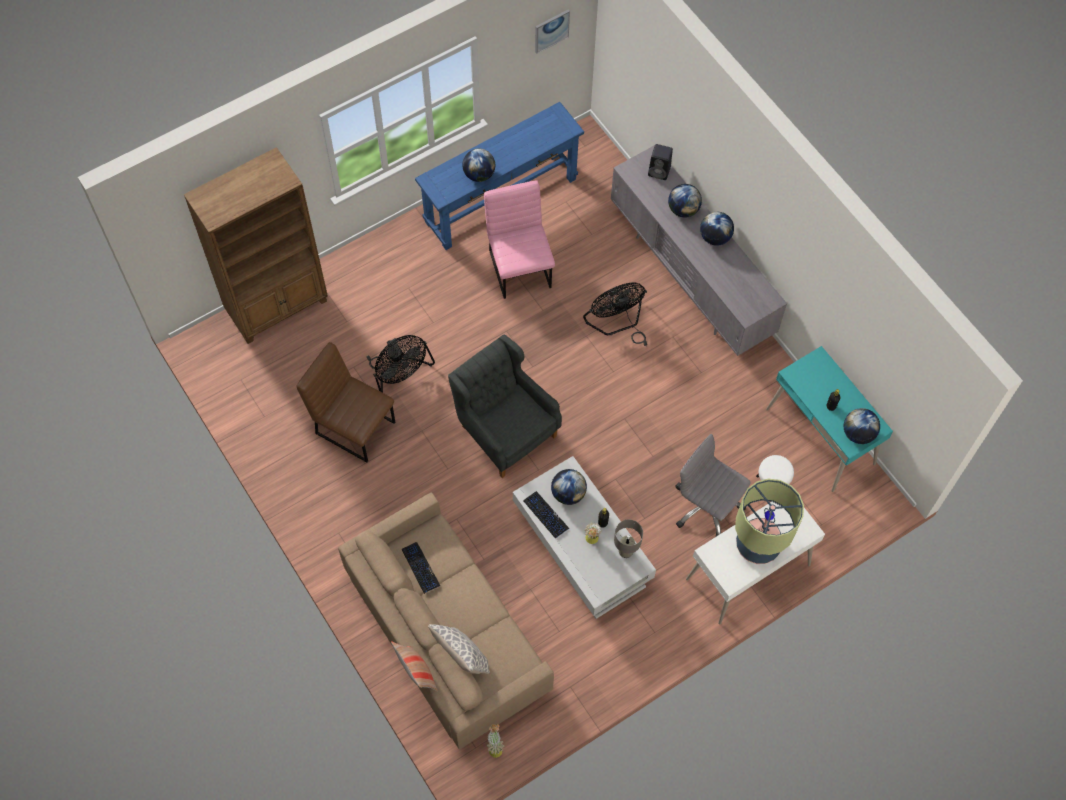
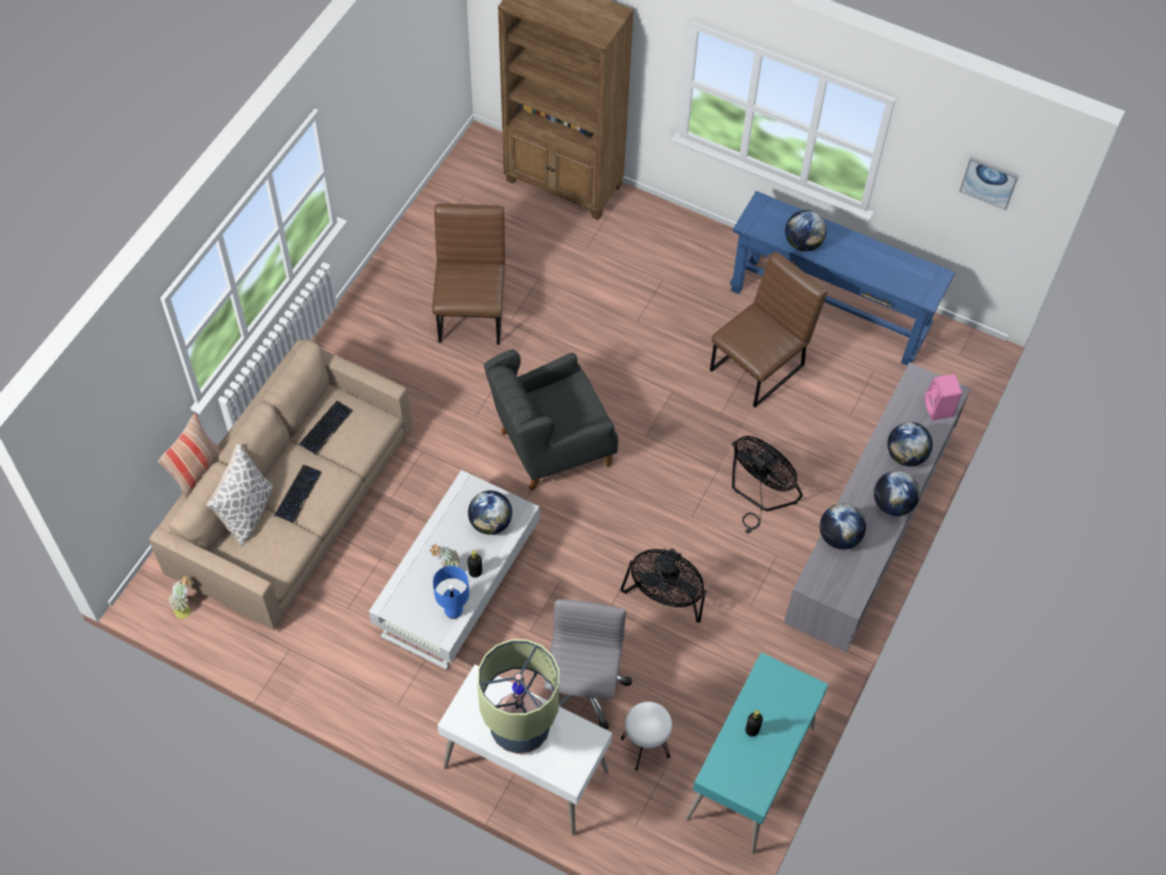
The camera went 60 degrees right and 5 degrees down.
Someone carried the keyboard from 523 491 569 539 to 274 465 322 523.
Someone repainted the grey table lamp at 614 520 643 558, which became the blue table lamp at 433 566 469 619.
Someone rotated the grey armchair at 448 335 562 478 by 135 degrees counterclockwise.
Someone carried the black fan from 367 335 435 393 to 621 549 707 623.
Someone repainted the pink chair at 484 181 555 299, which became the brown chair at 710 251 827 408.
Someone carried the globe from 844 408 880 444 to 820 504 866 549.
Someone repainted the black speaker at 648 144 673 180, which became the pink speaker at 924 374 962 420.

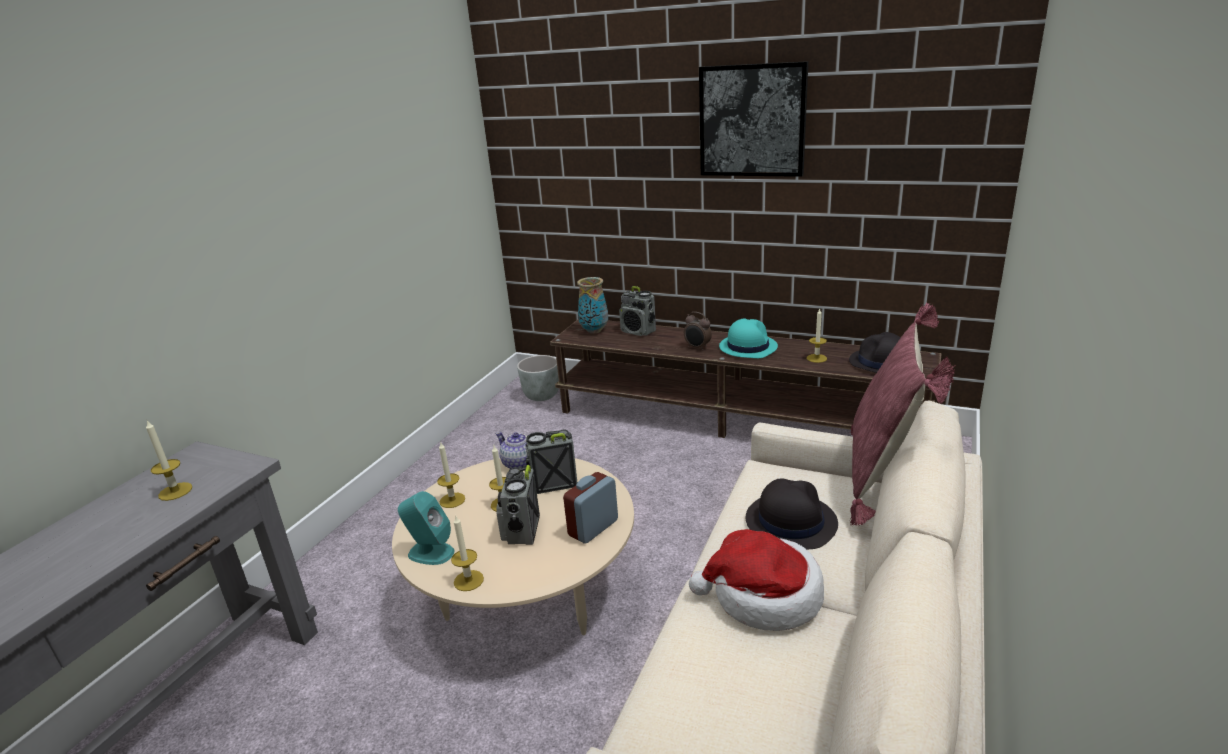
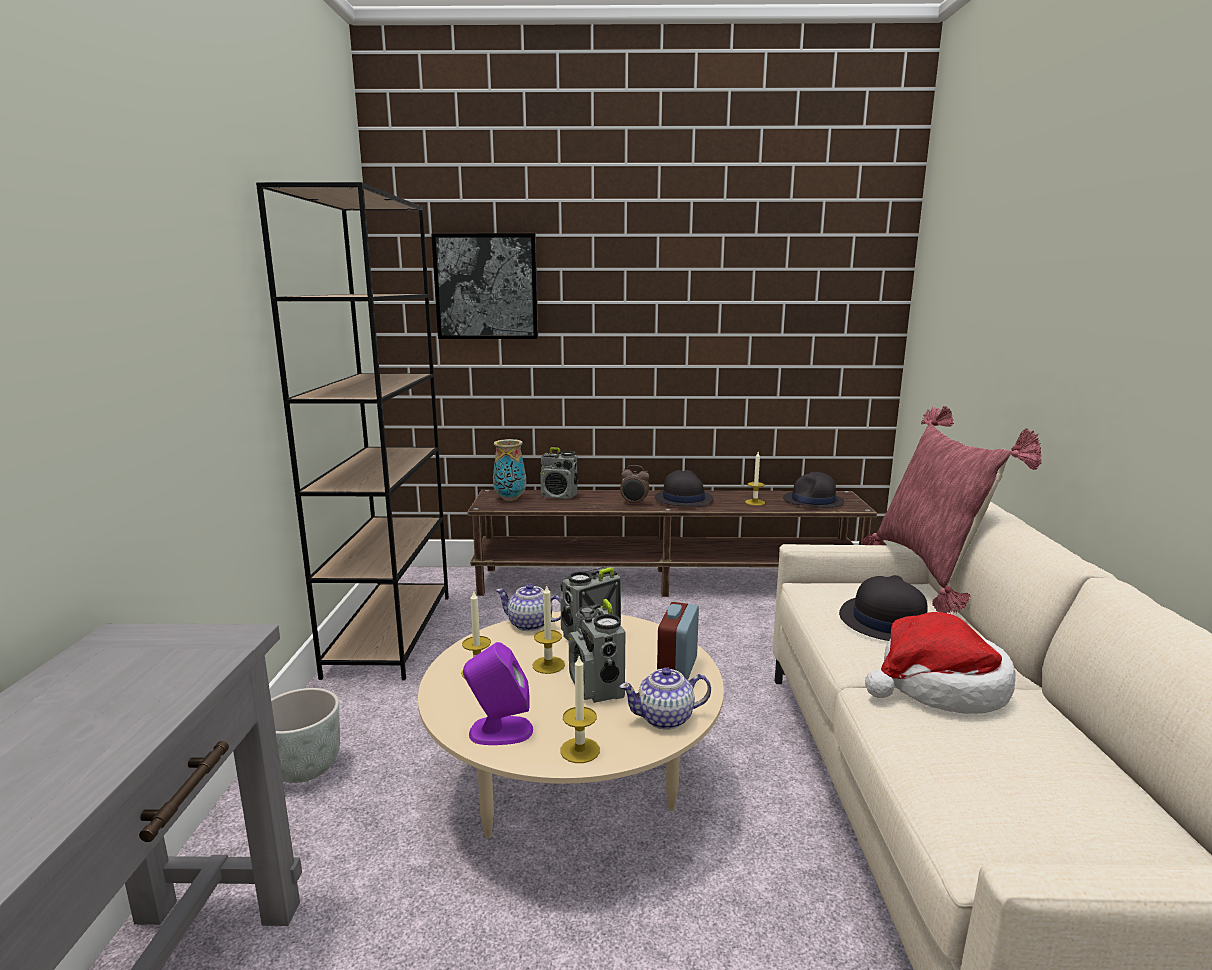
The camera went 25 degrees left and 10 degrees down.
Someone put down the beige bookcase at 256 182 449 680.
Someone carried the grey planter from 517 355 559 401 to 271 688 340 783.
Someone carried the picture from 699 61 808 177 to 431 233 538 339.
Someone repainted the turquoise speaker at 398 491 454 565, which became the purple speaker at 463 642 533 745.
Someone put down the teapot at 619 667 711 730.
Someone repainted the turquoise hat at 719 318 778 359, which became the black hat at 655 470 714 507.
Someone took away the candle at 146 421 192 501.

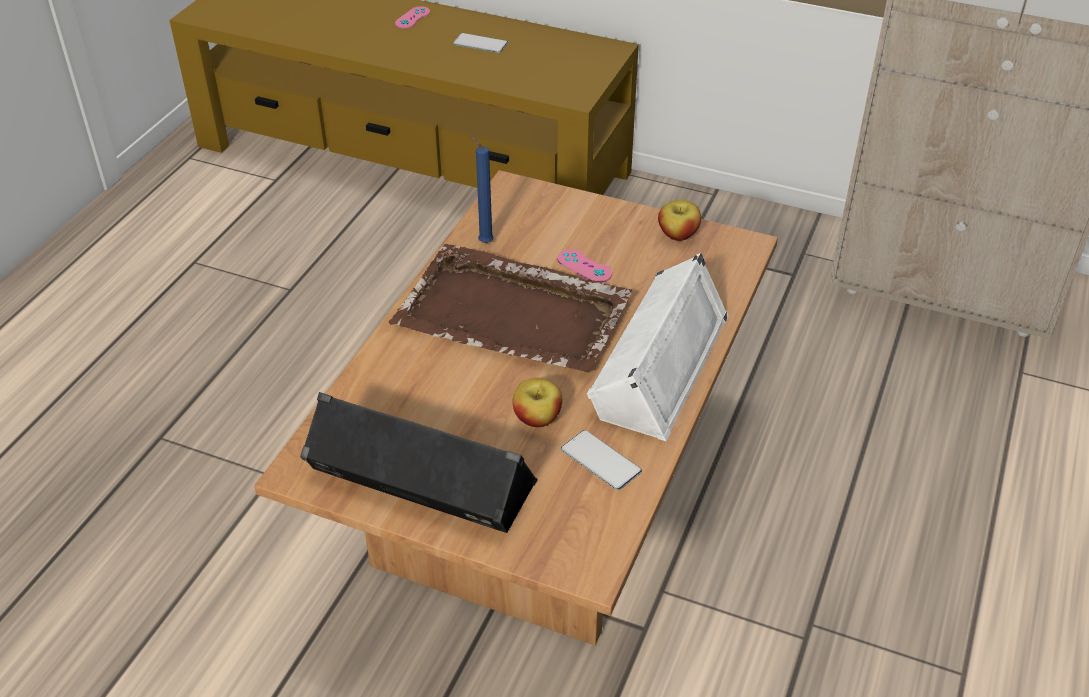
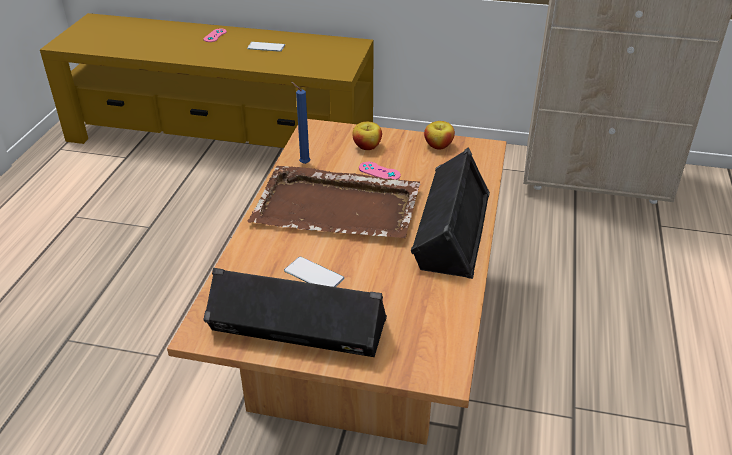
The camera went 10 degrees left and 5 degrees down.
Someone carried the phone from 561 430 642 490 to 284 257 344 287.
Someone carried the apple from 513 378 562 427 to 352 122 382 150.
Someone repainted the white speaker at 587 253 729 441, which became the black speaker at 411 147 490 279.

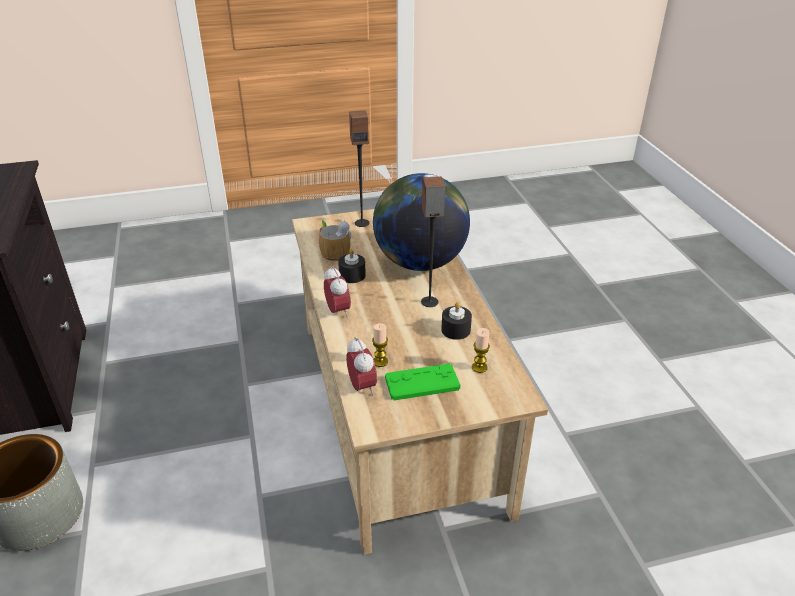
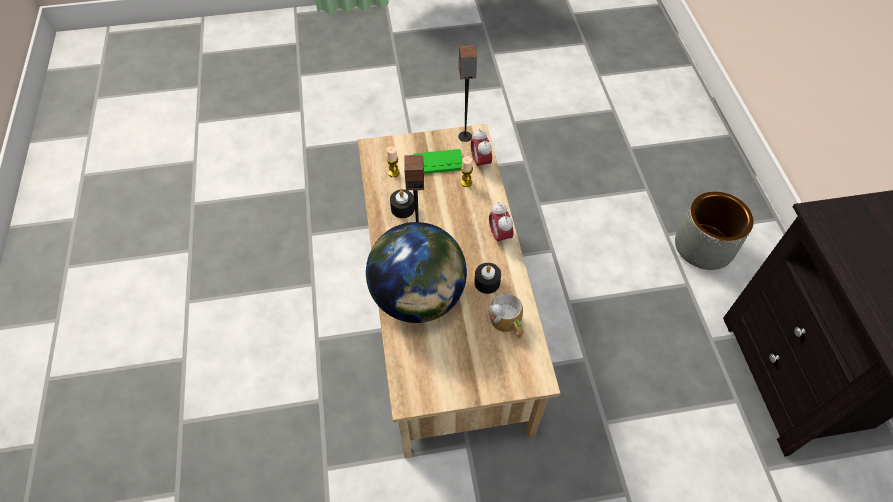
The camera went 175 degrees left and 20 degrees up.
Someone carried the speaker from 349 110 369 227 to 458 45 477 142.

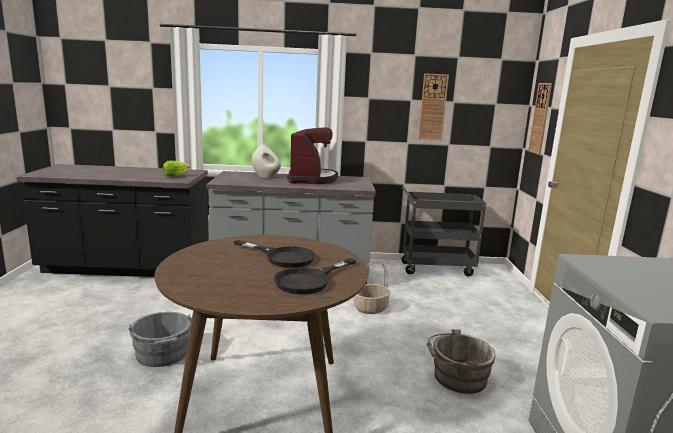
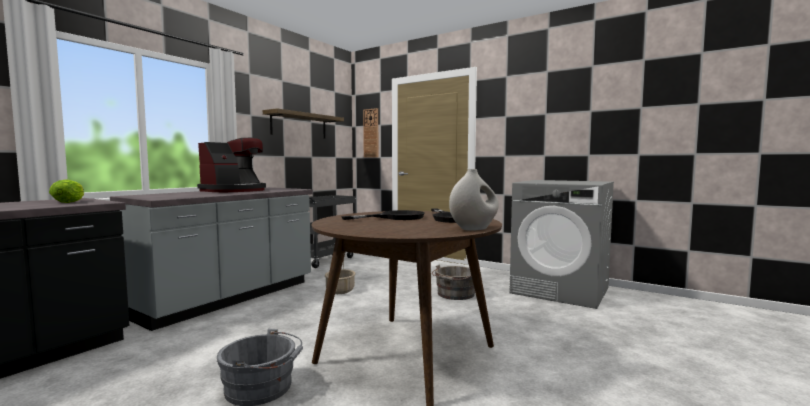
The camera went 55 degrees left and 10 degrees down.
Someone rotated the coffee machine at 287 127 338 184 by 90 degrees clockwise.
Someone swapped the wall clock at 418 73 449 140 for the shelf at 263 108 344 139.
Someone carried the white vase from 252 143 281 178 to 449 169 499 231.

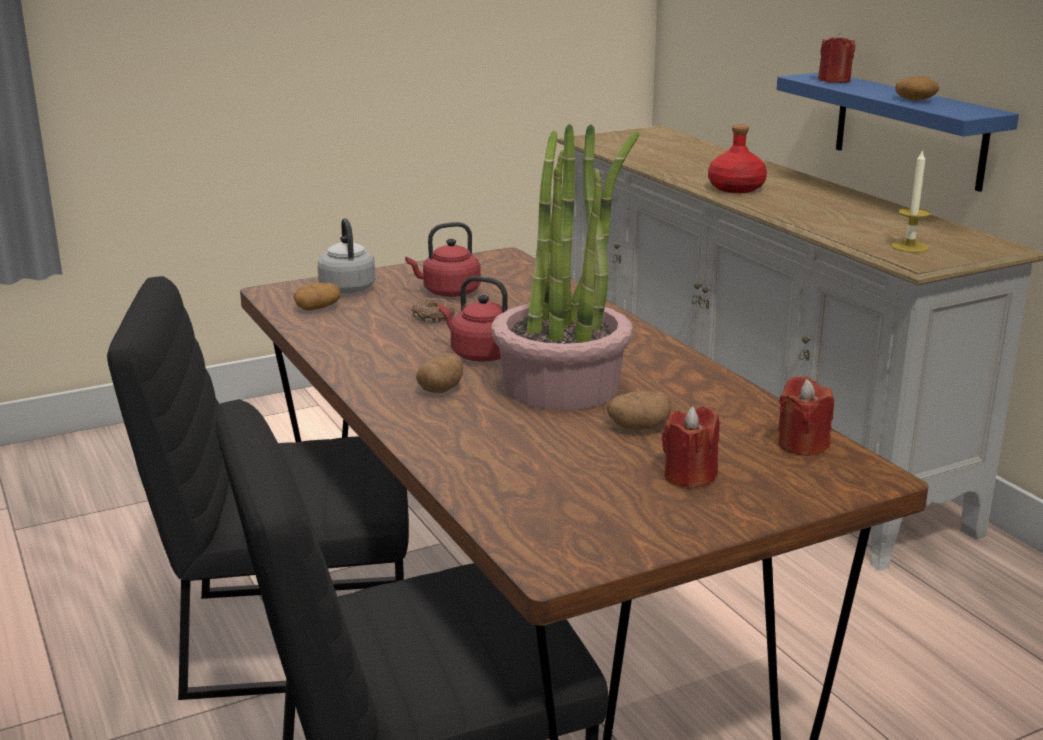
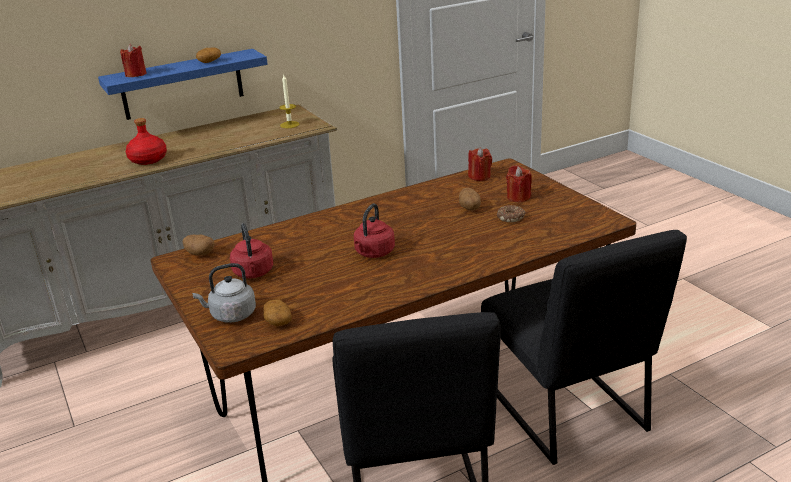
The camera went 90 degrees left and 5 degrees up.
Someone carried the potato from 416 353 463 393 to 183 235 215 255.
Someone carried the donut from 411 298 455 323 to 497 205 526 222.
Someone took away the potted plant at 491 124 639 410.

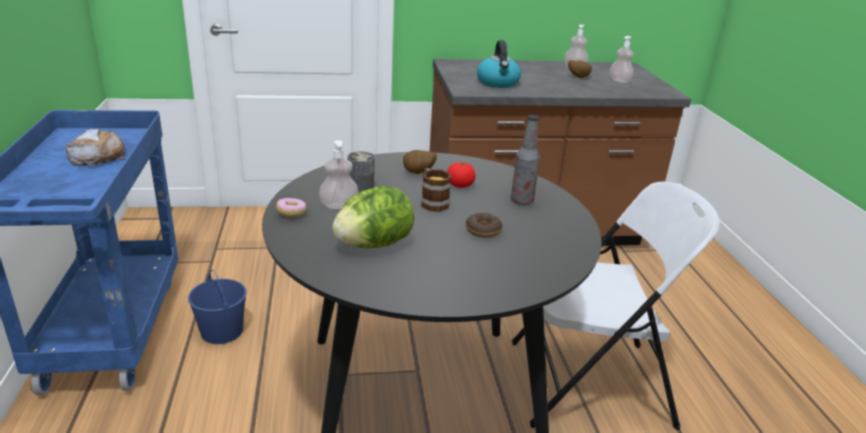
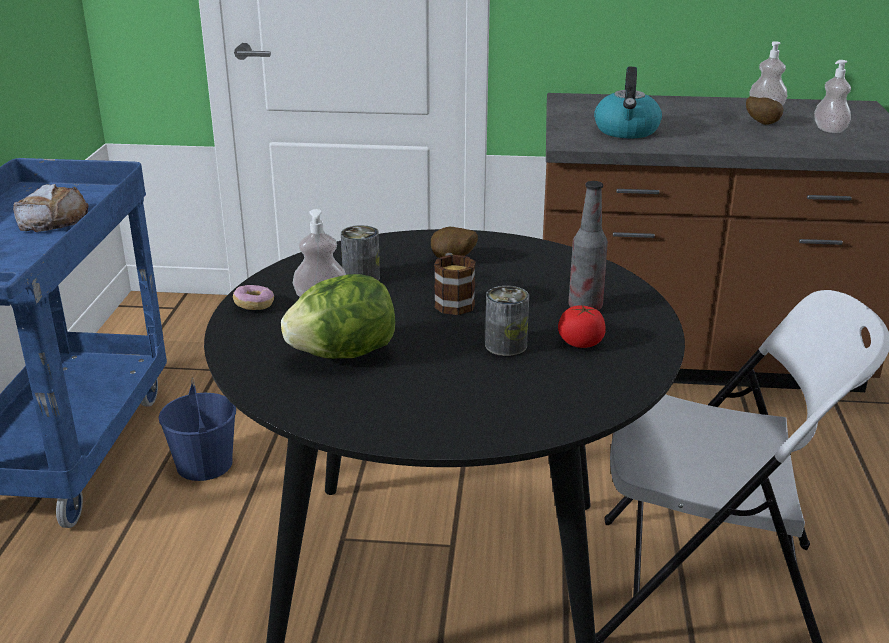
The camera went 15 degrees right and 0 degrees up.
Someone swapped the donut at 466 213 502 238 for the can at 485 286 529 356.
Someone carried the tomato from 447 162 475 188 to 558 305 605 348.

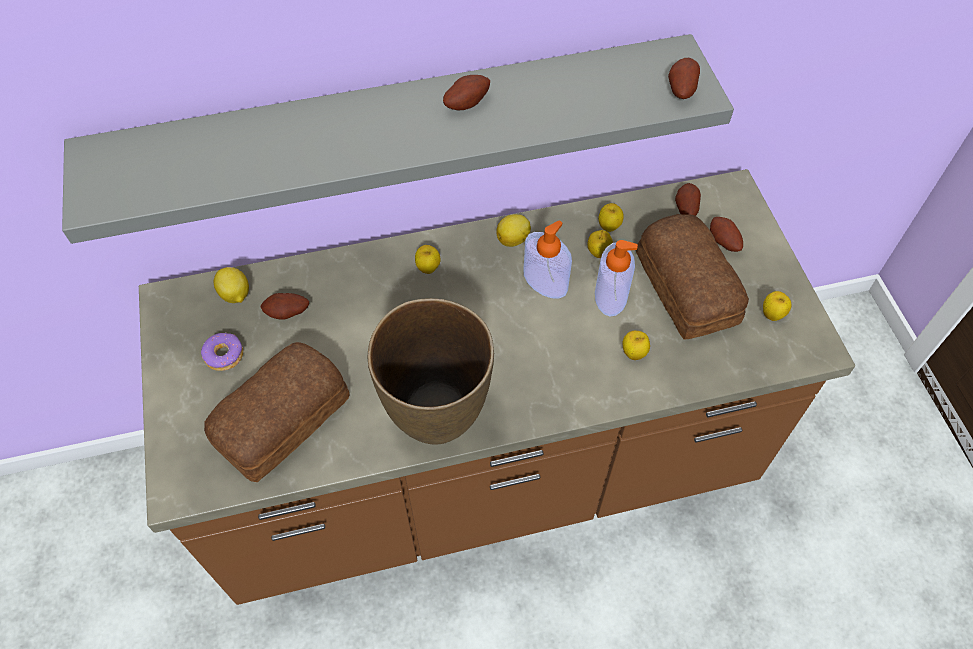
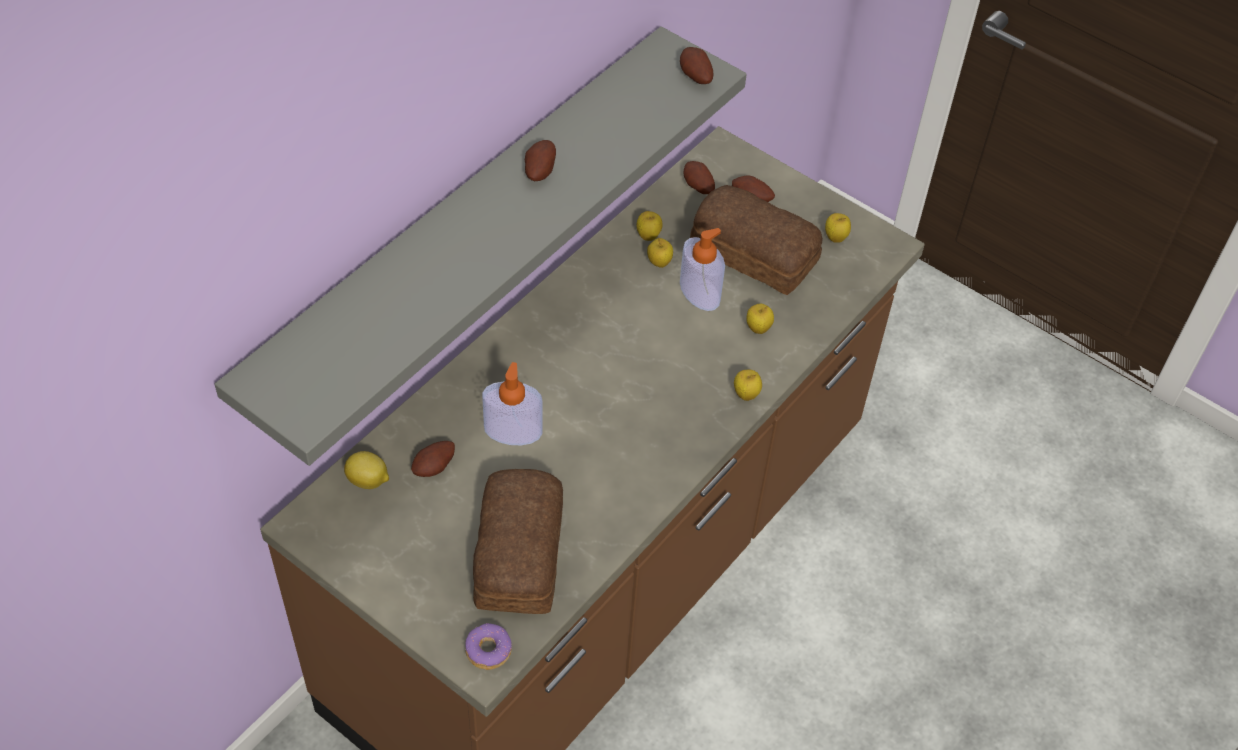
The camera went 40 degrees left and 5 degrees down.
Someone carried the donut from 201 333 243 371 to 465 623 512 670.
Someone carried the soap dispenser from 523 221 572 299 to 482 362 543 445.
Someone carried the apple from 415 245 441 274 to 734 370 762 401.
Someone took away the brown vase at 368 298 494 445.
Someone took away the lemon at 496 214 531 247.

